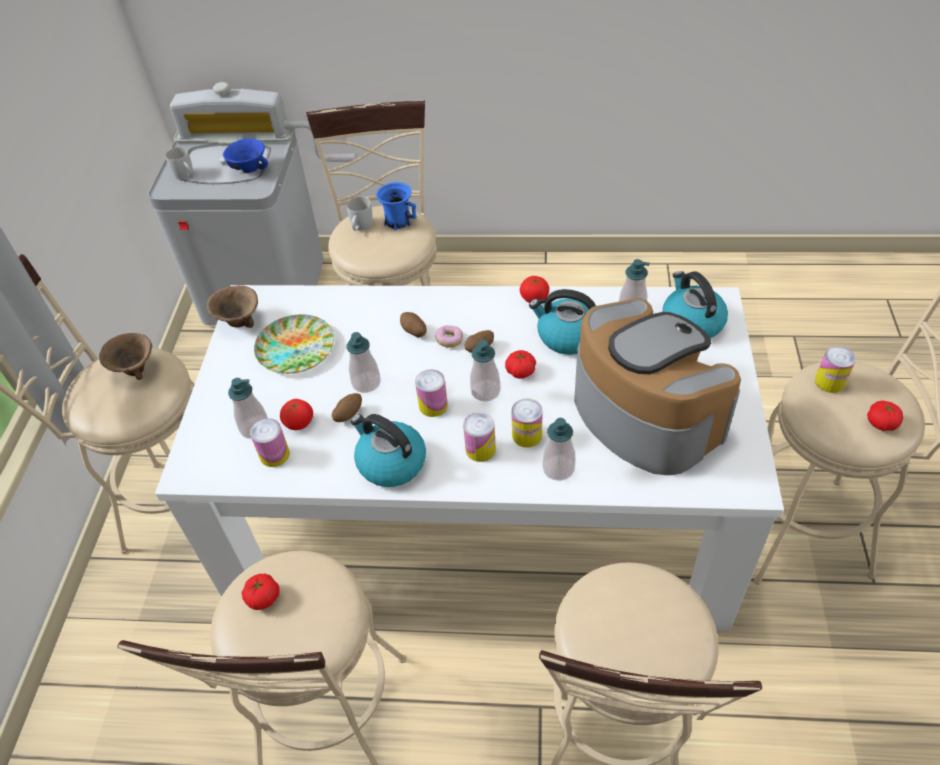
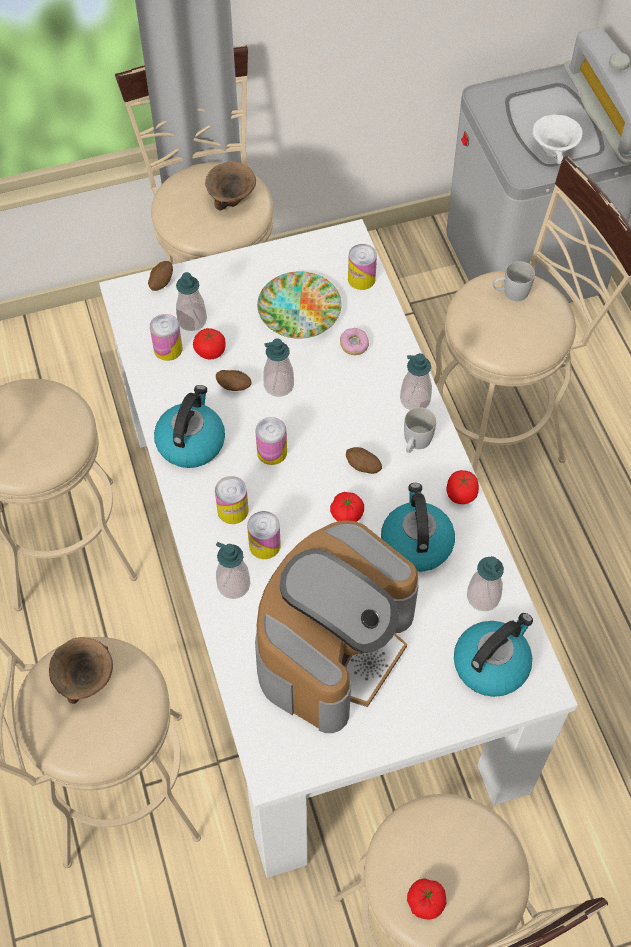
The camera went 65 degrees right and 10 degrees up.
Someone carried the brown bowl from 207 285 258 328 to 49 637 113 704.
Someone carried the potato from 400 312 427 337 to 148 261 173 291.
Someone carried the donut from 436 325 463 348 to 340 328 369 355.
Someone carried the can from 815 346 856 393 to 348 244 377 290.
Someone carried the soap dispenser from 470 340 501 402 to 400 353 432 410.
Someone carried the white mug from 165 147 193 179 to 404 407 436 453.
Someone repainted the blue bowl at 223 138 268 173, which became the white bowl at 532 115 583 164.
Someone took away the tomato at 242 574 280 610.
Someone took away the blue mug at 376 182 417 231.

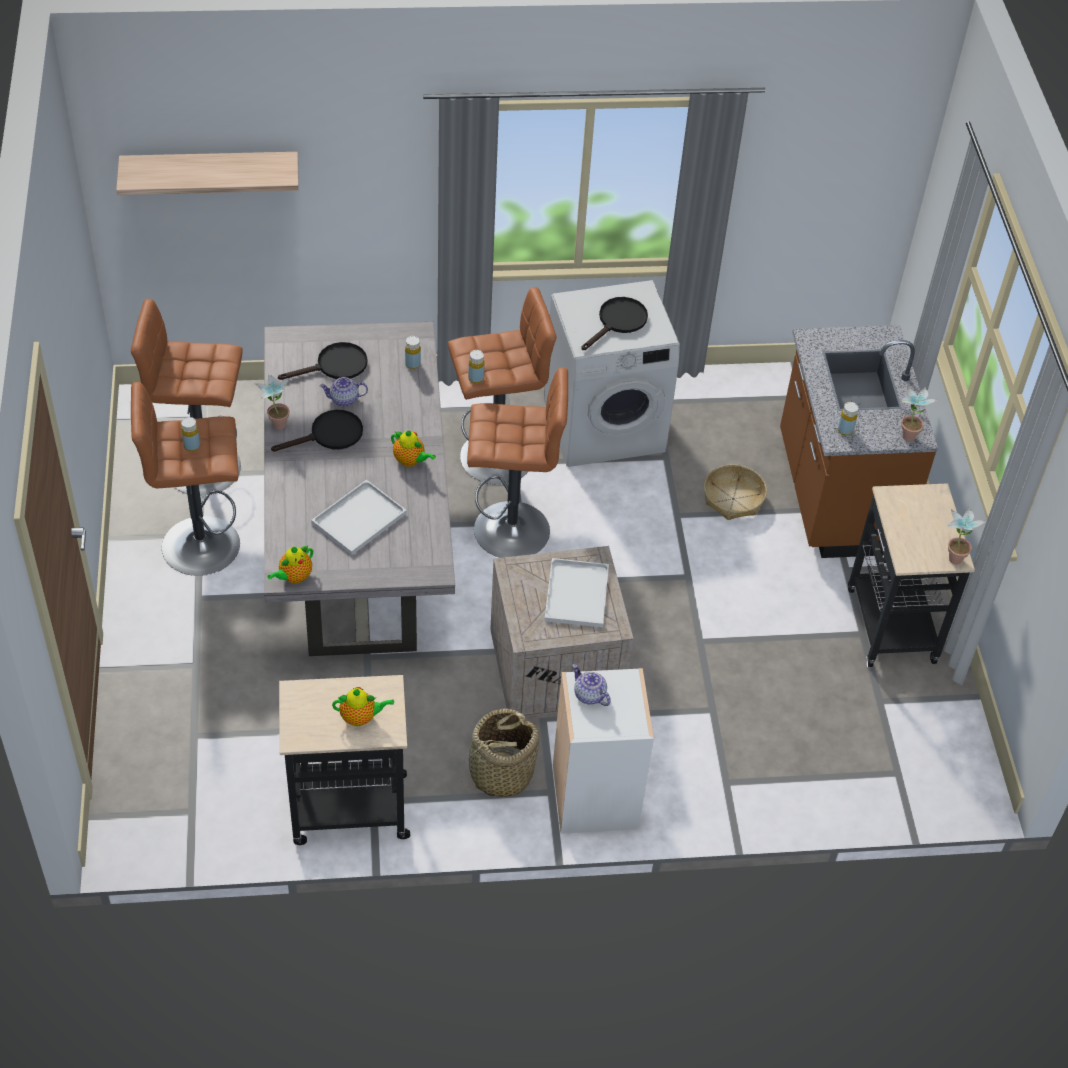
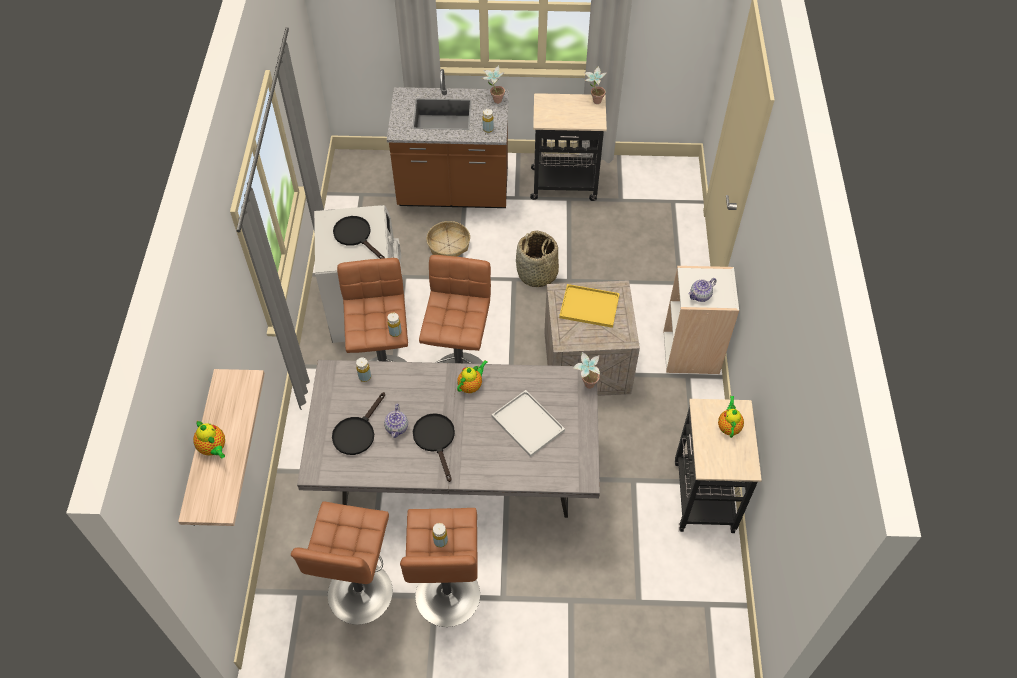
The camera went 80 degrees left and 5 degrees up.
Someone carried the teapot from 267 546 313 584 to 193 421 225 459.
Someone rotated the black frying pan at 278 342 368 380 by 135 degrees counterclockwise.
Someone carried the basket from 461 709 539 797 to 516 230 559 287.
Someone repainted the white tray at 544 558 609 627, which became the yellow tray at 559 284 620 328.
Someone carried the potted plant from 255 374 290 430 to 573 352 600 389.

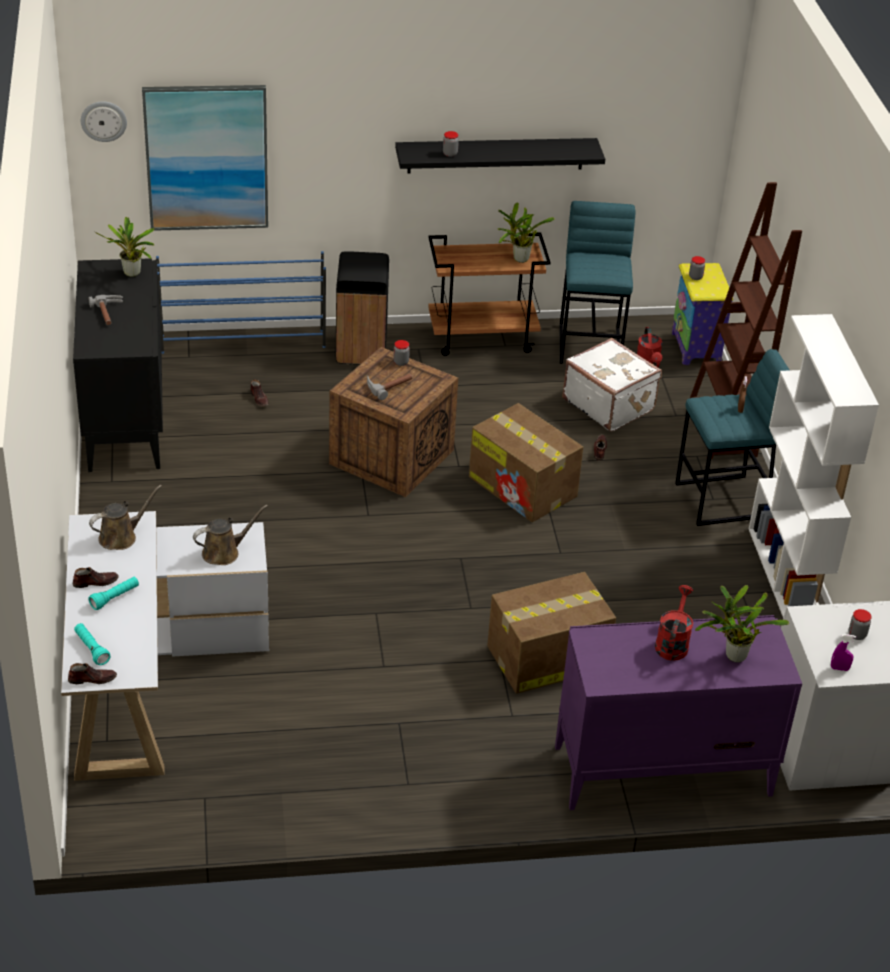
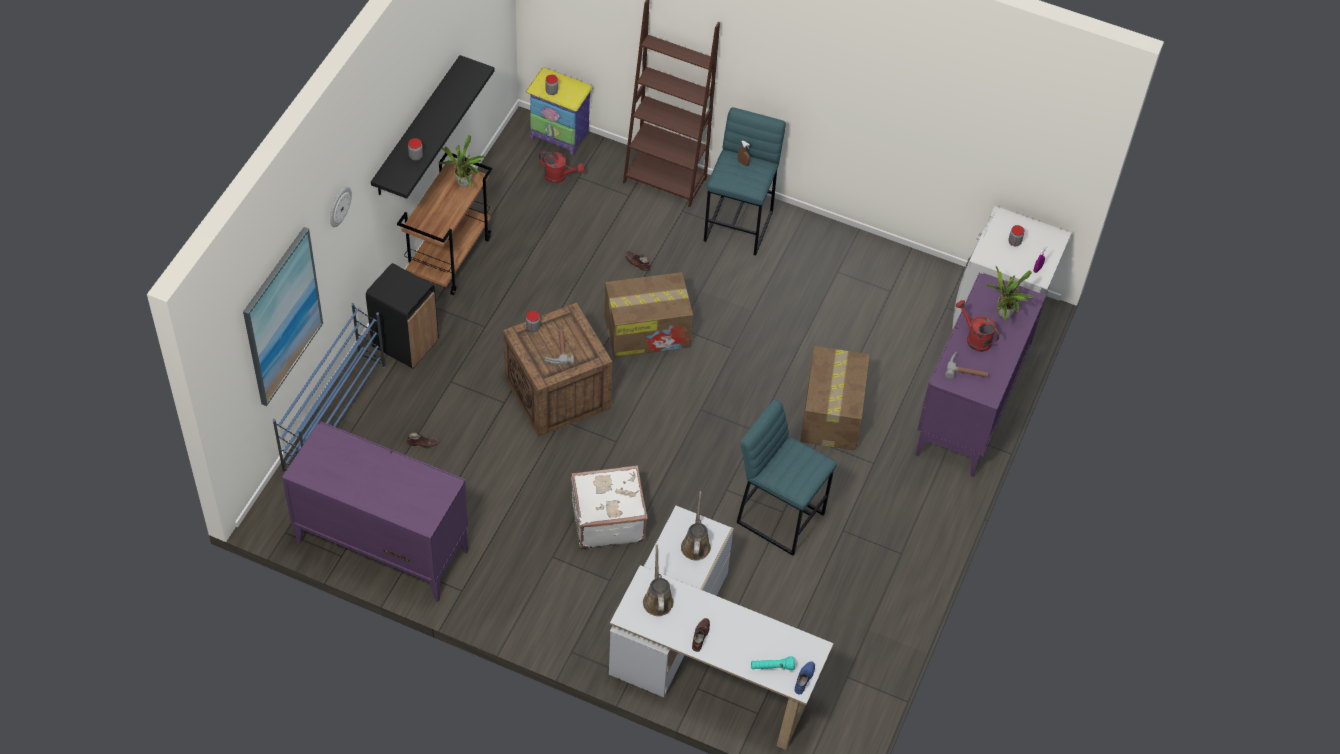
The camera went 60 degrees left and 15 degrees up.
Someone repainted the black cabinet at 73 258 163 472, which became the purple cabinet at 282 421 468 602.
Someone carried the wall clock from 81 101 127 142 to 330 187 352 227.
Someone carried the white suitcase from 562 338 662 432 to 571 465 648 549.
Someone carried the turquoise stool from 560 201 636 364 to 737 399 837 556.
Someone repainted the brown shoe at 68 663 117 684, which became the blue shoe at 794 661 815 695.
Someone carried the hammer from 89 295 123 325 to 945 352 988 379.
Someone took away the turquoise flashlight at 89 577 139 610.
Someone took away the potted plant at 95 217 155 277.
Someone took away the white bookcase at 749 314 879 618.

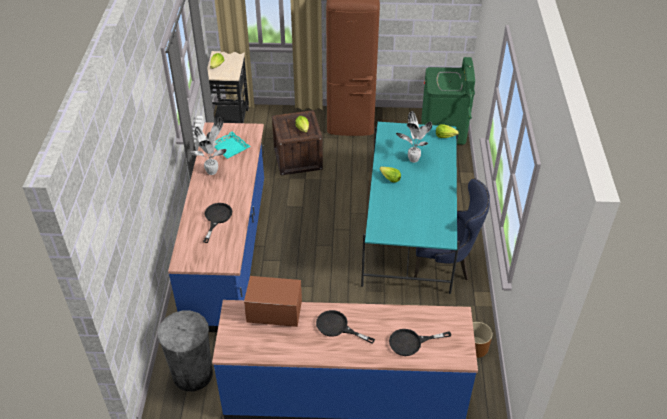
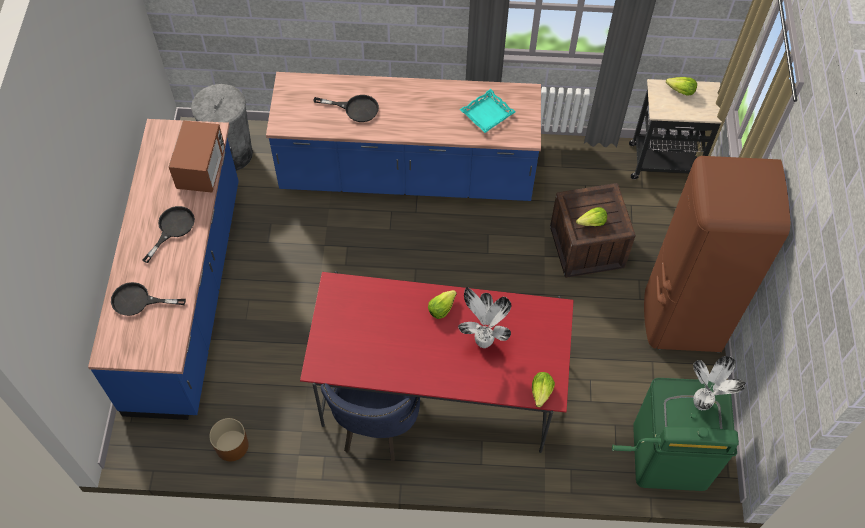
The camera went 90 degrees right and 15 degrees up.
Someone rotated the black frying pan at 389 329 451 356 by 75 degrees counterclockwise.
Someone repainted the turquoise dining table at 361 122 460 294, which became the red dining table at 300 271 574 453.
Someone carried the potted plant from 189 117 227 175 to 693 356 745 410.

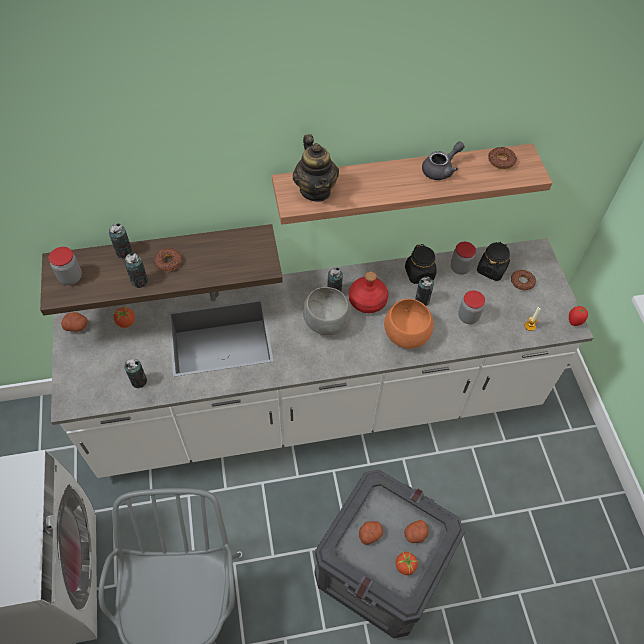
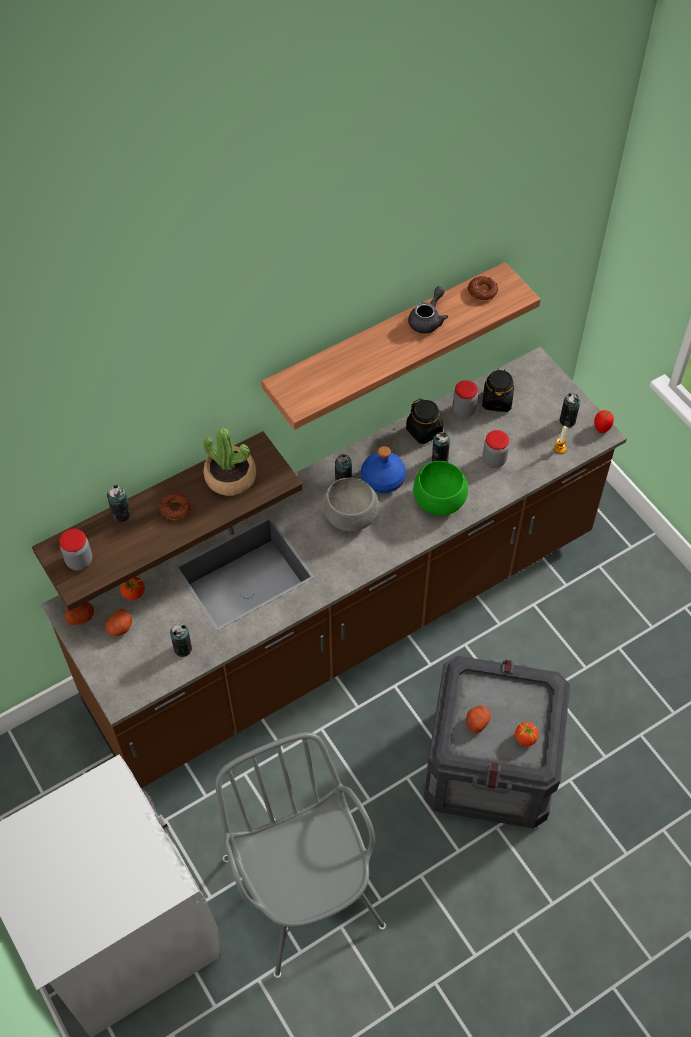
The camera went 20 degrees left and 0 degrees up.
Someone repainted the white counter at 51 238 593 478, which became the brown counter at 41 347 627 788.
Someone carried the potato from 404 520 429 543 to 105 609 132 636.
Someone put down the potted plant at 203 428 256 496.
Someone repainted the red bottle at 349 271 388 313, which became the blue bottle at 361 446 406 493.
Someone repainted the orange bowl at 384 299 433 349, which became the green bowl at 413 461 468 515.
Someone carried the can from 125 253 148 288 to 560 393 580 427.
Someone took away the teapot at 293 134 339 202.
Someone took away the donut at 511 270 536 290.

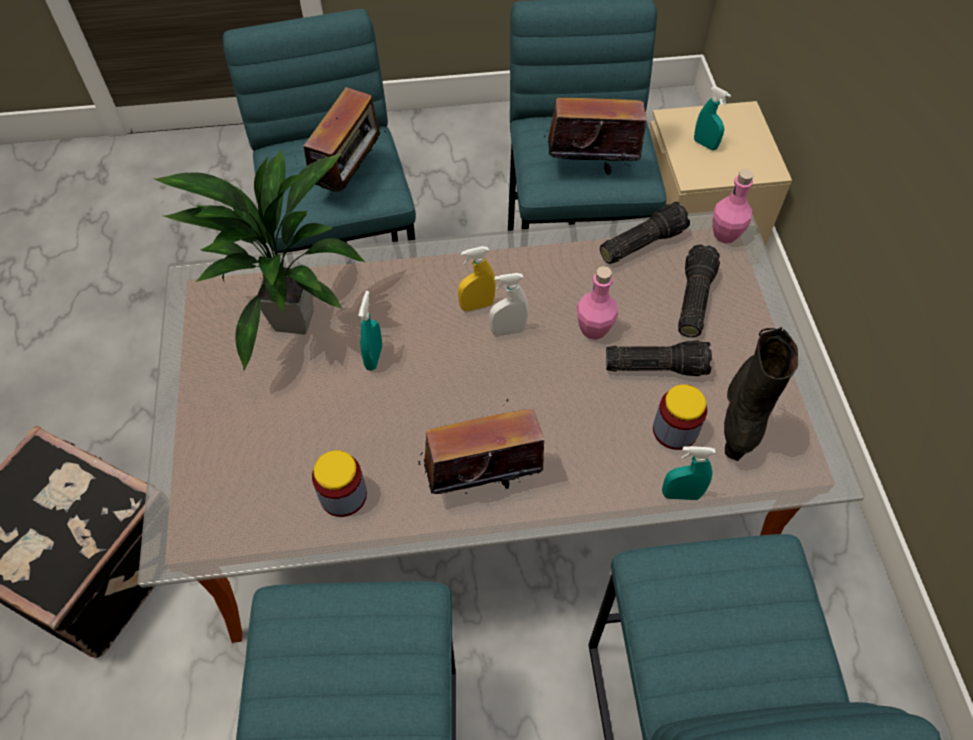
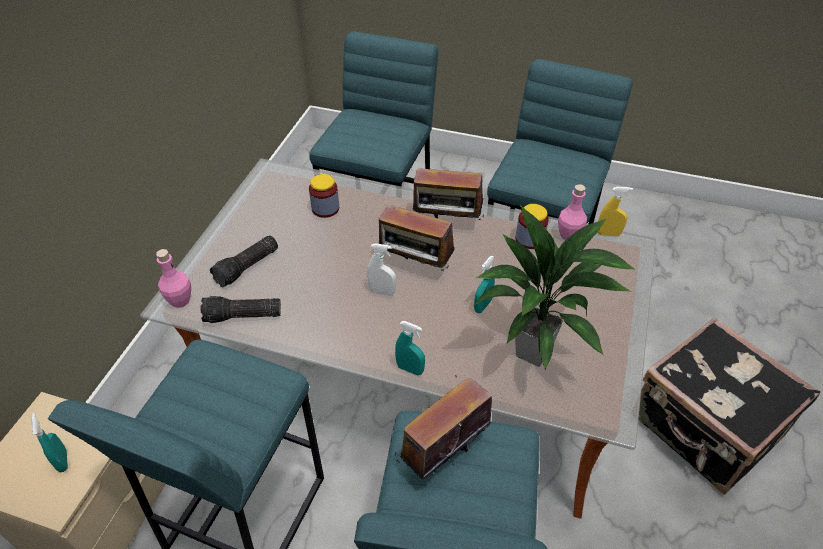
The camera went 155 degrees left and 10 degrees down.
Someone carried the radio from 544 80 654 175 to 379 205 455 270.
Someone carried the turquoise spray bottle from 662 446 716 500 to 395 321 425 375.
Someone carried the pink bottle from 577 266 618 340 to 558 184 587 240.
Someone carried the yellow spray bottle from 458 246 496 311 to 597 187 633 236.
Someone took away the flashlight at 606 340 712 377.
Someone took away the black boot at 724 327 798 461.

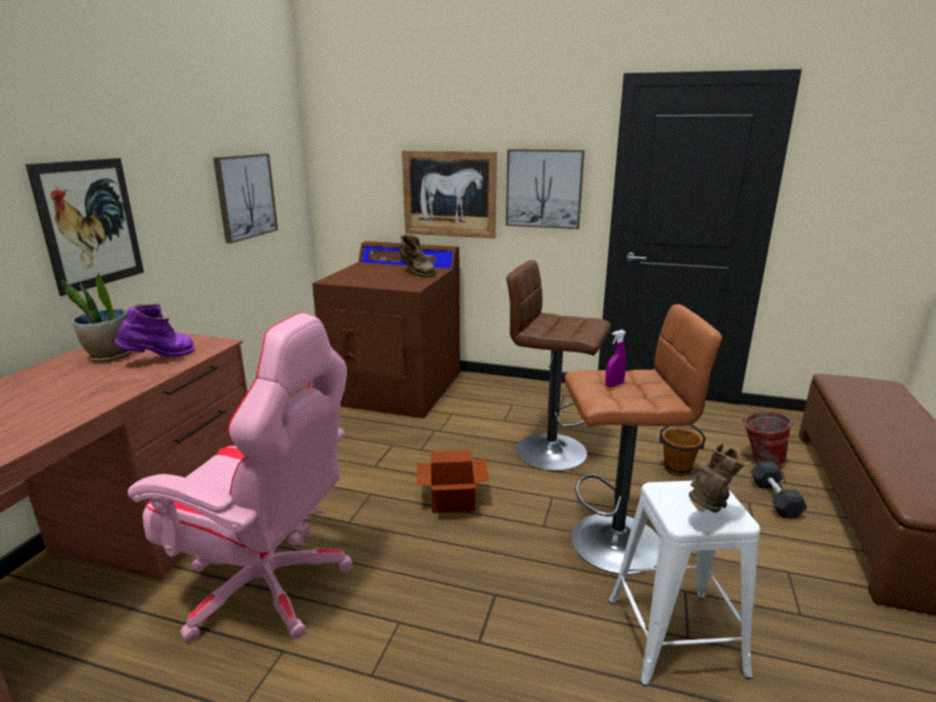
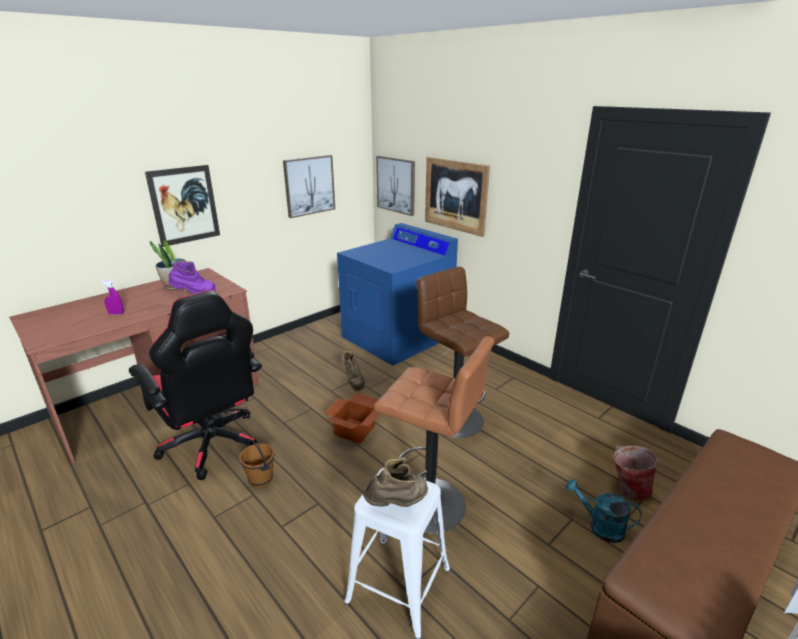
The camera went 30 degrees right and 5 degrees up.
Someone carried the purple spray bottle from 605 330 626 387 to 100 280 124 315.
Someone repainted the pink office chair at 128 313 353 642, which became the black office chair at 129 290 262 480.
Someone carried the brown bucket from 659 425 706 476 to 239 440 274 488.
Someone repainted the brown washing machine at 312 241 460 419, which became the blue washing machine at 337 223 458 366.
Someone carried the brown boot from 400 234 437 277 to 341 350 365 391.
Someone carried the picture from 506 149 585 229 to 376 156 415 216.
Someone swapped the black dumbbell at 751 462 807 518 for the turquoise watering can at 566 479 642 543.

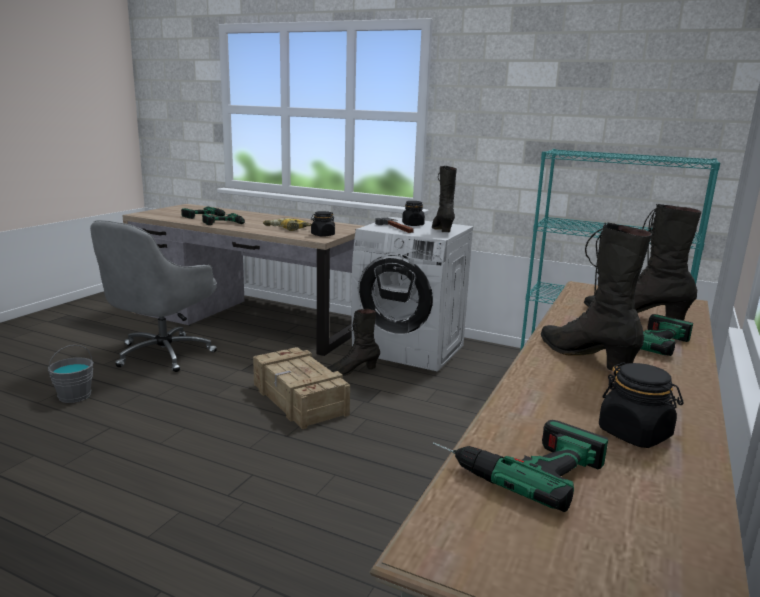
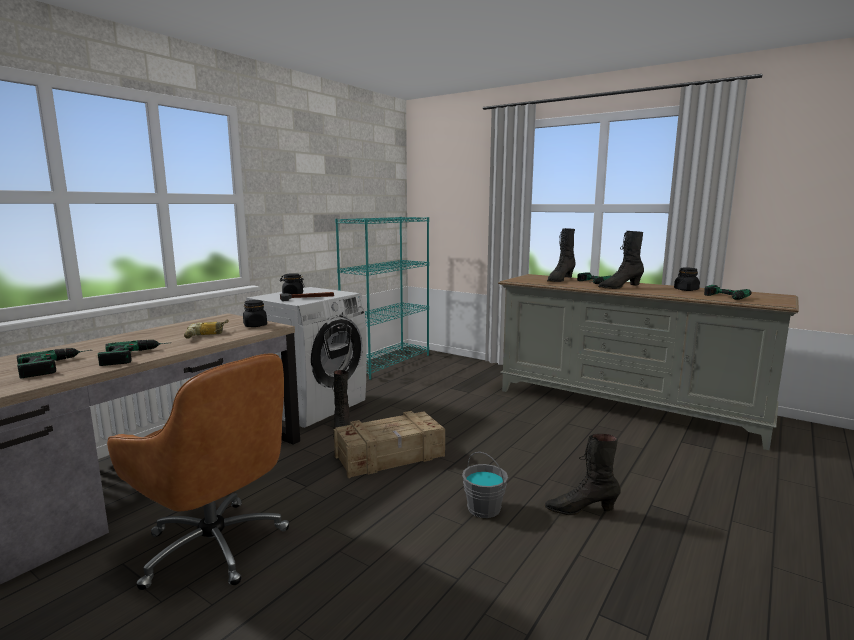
The camera went 80 degrees left and 5 degrees down.
Someone repainted the grey office chair at 90 220 217 372, which became the brown office chair at 107 354 289 590.
Someone carried the grey bucket from 48 345 94 403 to 462 452 508 518.
Someone carried the black boot from 432 166 457 232 to 544 433 621 515.

